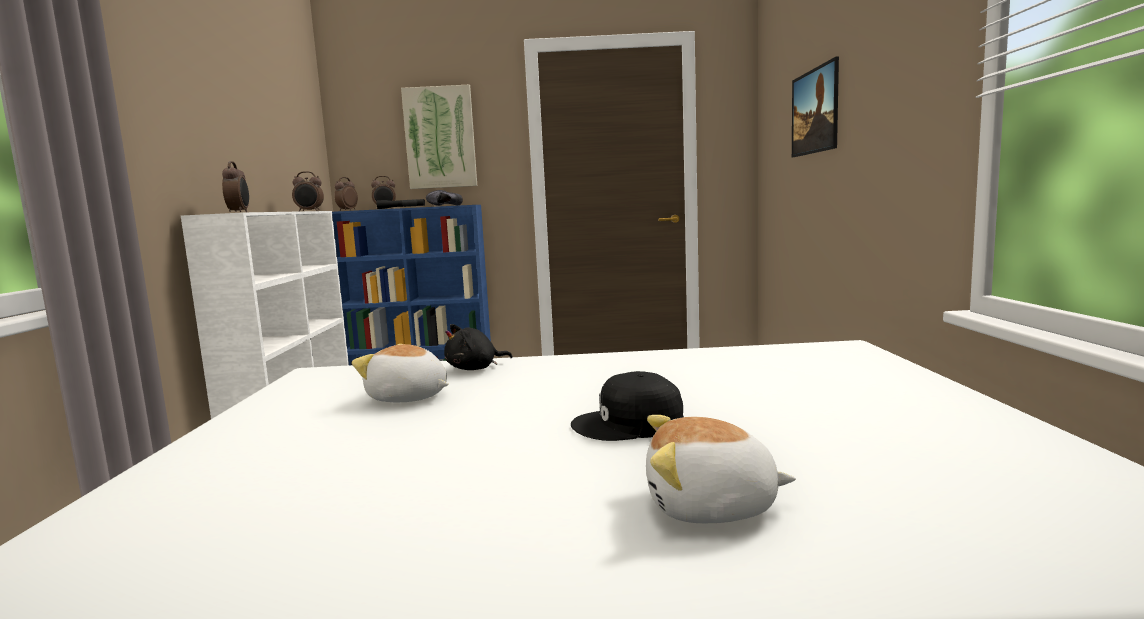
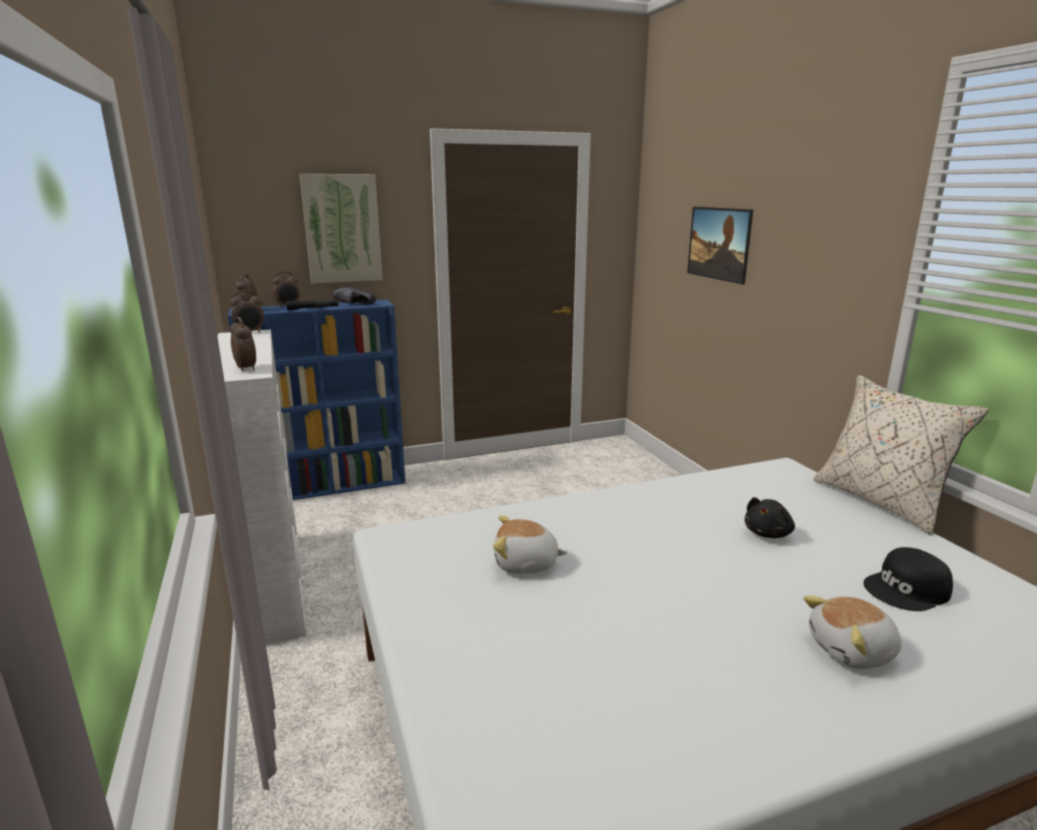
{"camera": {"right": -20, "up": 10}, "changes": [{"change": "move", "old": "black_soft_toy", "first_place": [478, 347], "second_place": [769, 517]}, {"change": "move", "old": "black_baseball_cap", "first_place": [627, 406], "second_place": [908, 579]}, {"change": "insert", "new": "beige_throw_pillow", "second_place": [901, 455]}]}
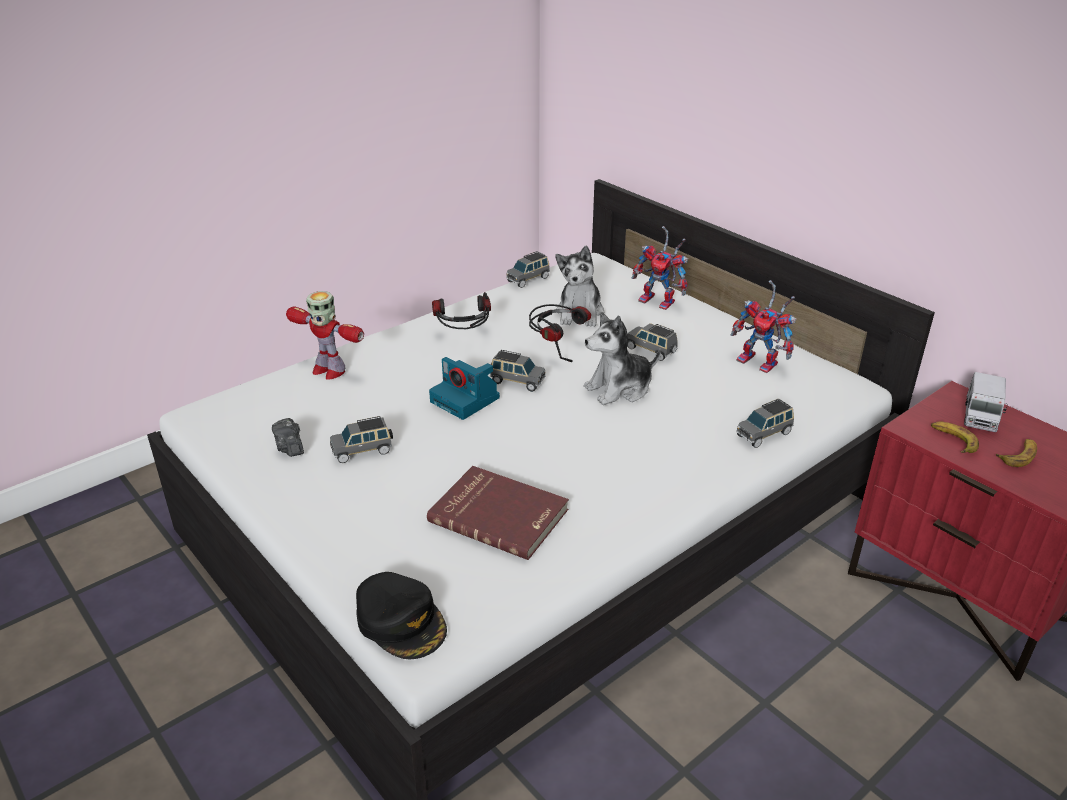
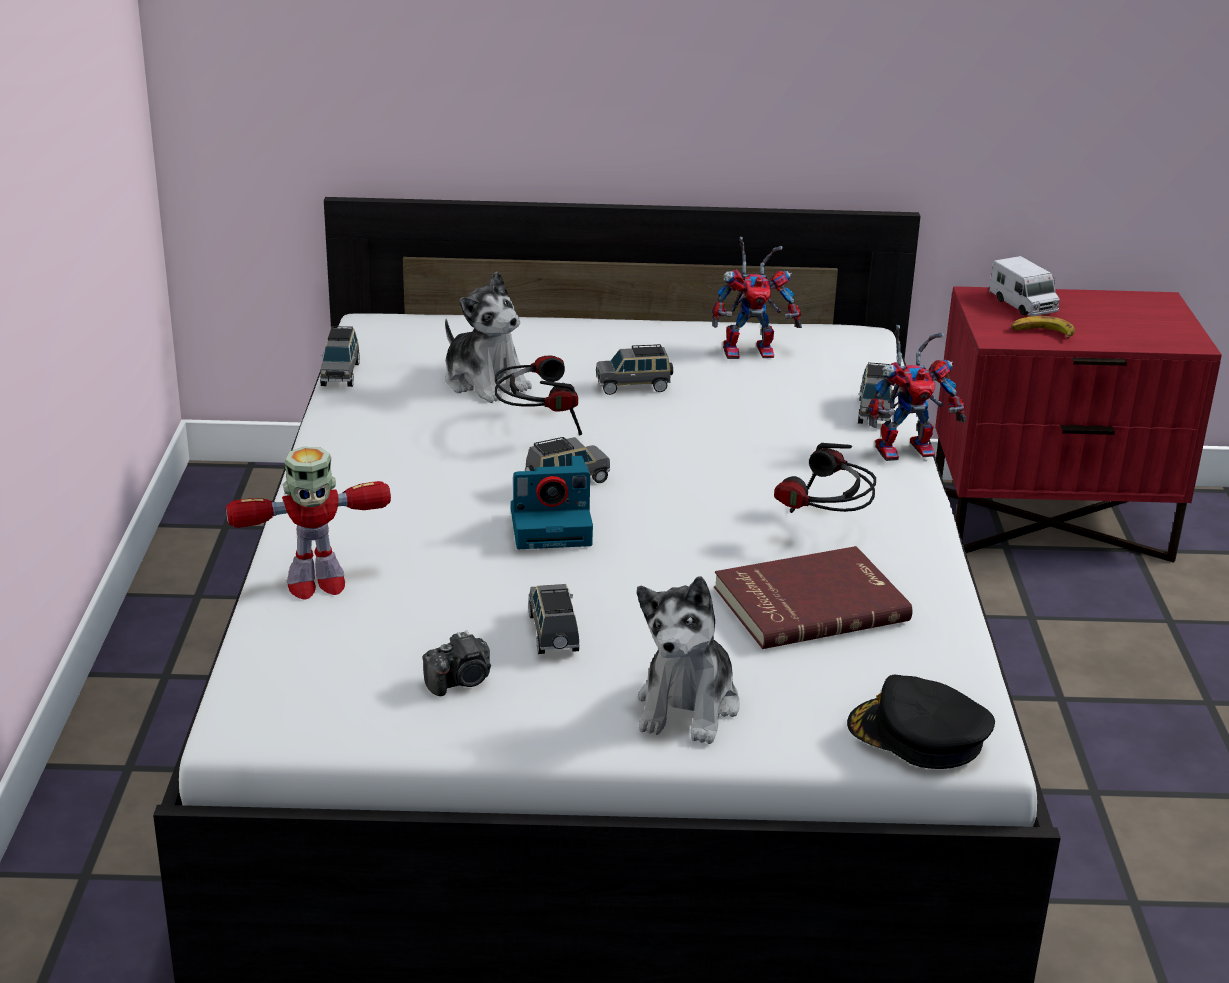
{"camera": {"right": -50, "up": -5}, "changes": [{"change": "rotate", "old": "photo_camera", "first_place": [288, 437], "second_place": [457, 663], "degrees": -45}, {"change": "rotate", "old": "greyish_toy_car", "first_place": [361, 439], "second_place": [553, 619], "degrees": 150}, {"change": "rotate", "old": "black_baseball_cap", "first_place": [401, 615], "second_place": [921, 722], "degrees": -150}, {"change": "move", "old": "headphones", "first_place": [461, 310], "second_place": [825, 478]}, {"change": "move", "old": "soft_toy", "first_place": [622, 358], "second_place": [688, 660]}, {"change": "move", "old": "robot_figure", "first_place": [660, 268], "second_place": [917, 393]}, {"change": "delete", "old": "banana_fruit", "first_place": [1016, 453]}]}
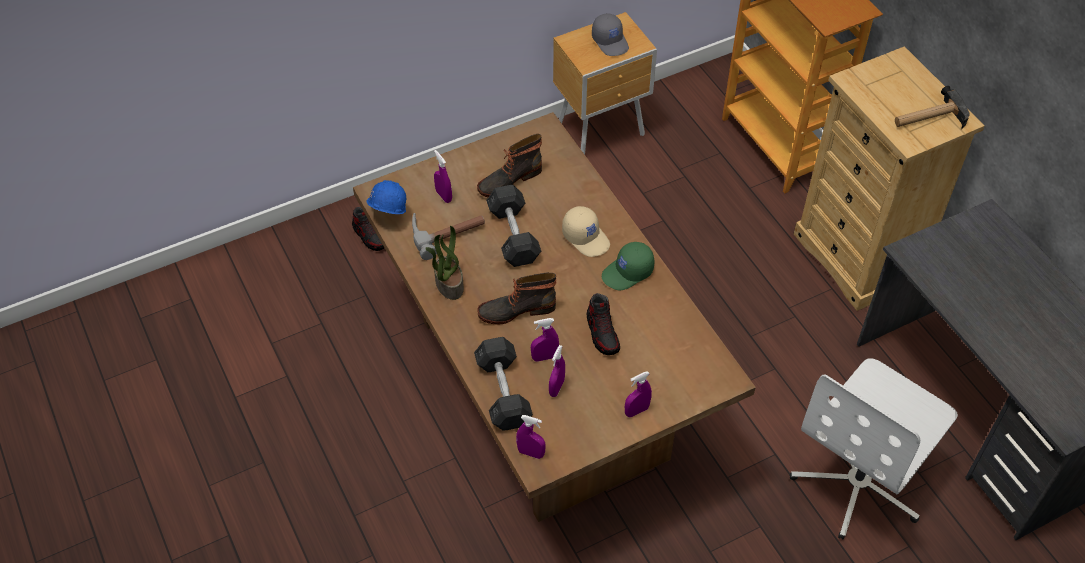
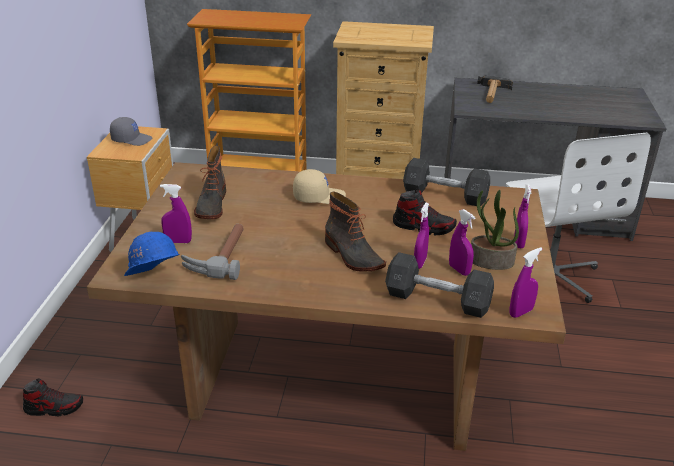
{"camera": {"right": -55, "up": -20}, "changes": [{"change": "move", "old": "houseplant", "first_place": [444, 263], "second_place": [495, 230]}, {"change": "rotate", "old": "boot", "first_place": [517, 298], "second_place": [355, 232], "degrees": -60}, {"change": "move", "old": "greyish_hand_weight", "first_place": [513, 225], "second_place": [446, 182]}, {"change": "delete", "old": "greenish_baseball_cap", "first_place": [628, 266]}, {"change": "move", "old": "hammer", "first_place": [932, 107], "second_place": [495, 89]}]}
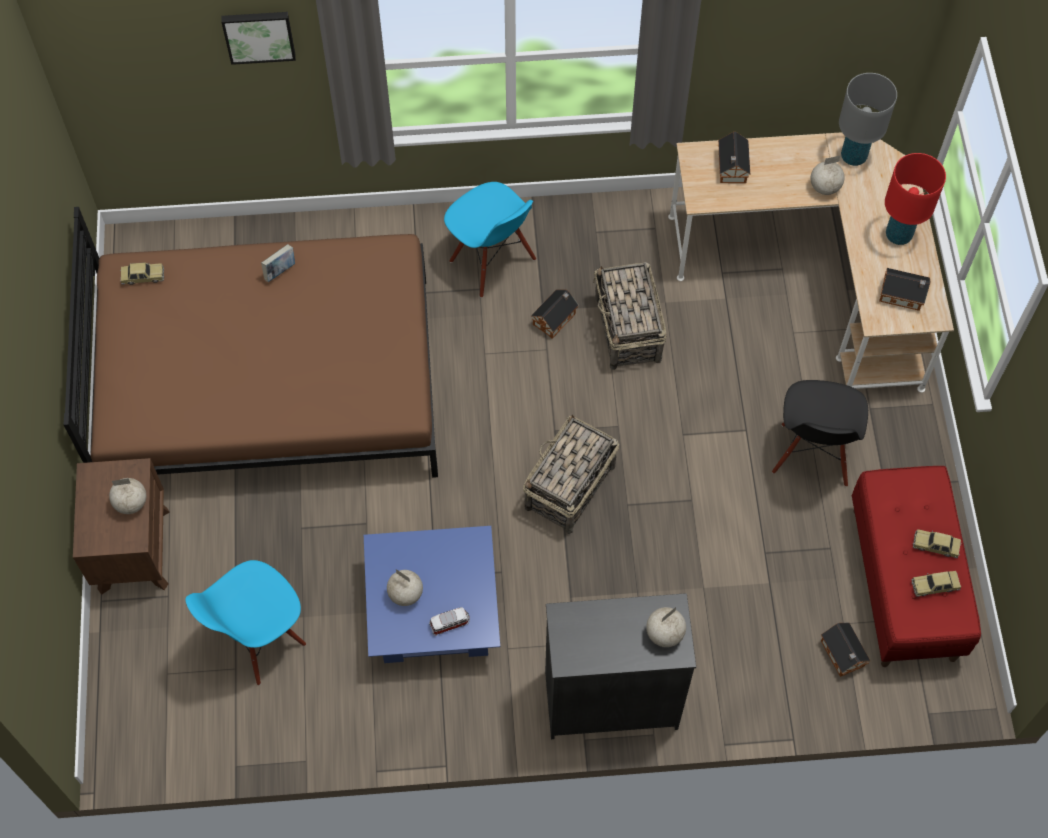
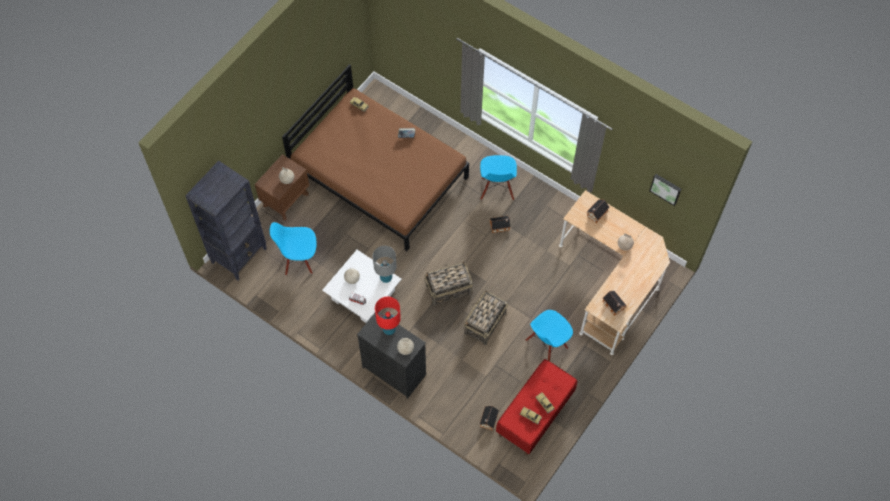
{"camera": {"right": 40, "up": 0}, "changes": [{"change": "move", "old": "picture", "first_place": [258, 38], "second_place": [665, 190]}, {"change": "recolor", "old": "bluish_coffee_table", "new": "white-coloured_coffee_table", "first_place": [432, 594], "second_place": [361, 286]}, {"change": "move", "old": "storage_basket", "first_place": [630, 316], "second_place": [486, 317]}, {"change": "recolor", "old": "black_upright_chair", "new": "bluish_upright_chair", "first_place": [820, 433], "second_place": [549, 335]}, {"change": "move", "old": "greyish_lamp_for_a_table", "first_place": [868, 119], "second_place": [385, 264]}, {"change": "move", "old": "reddish_lamp_for_a_table", "first_place": [915, 199], "second_place": [388, 316]}, {"change": "insert", "new": "black_shelving_unit", "second_place": [226, 221]}]}
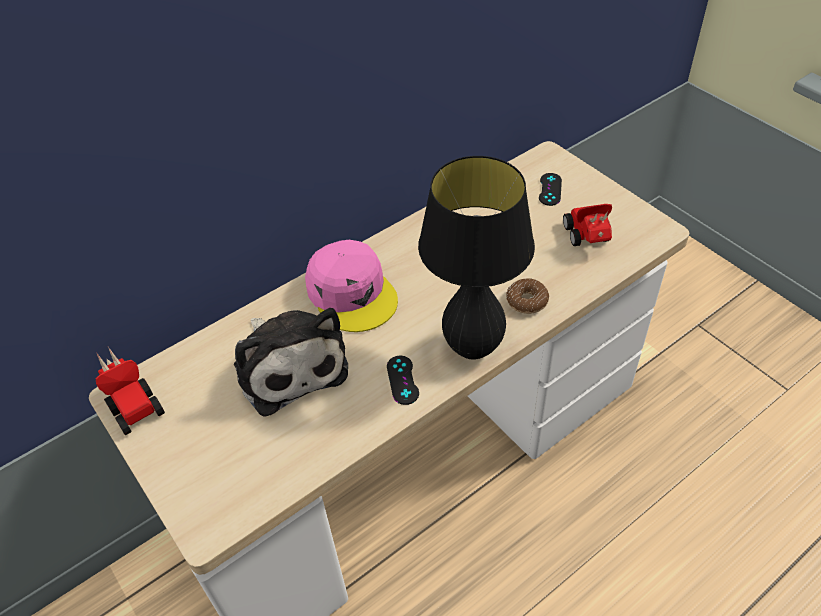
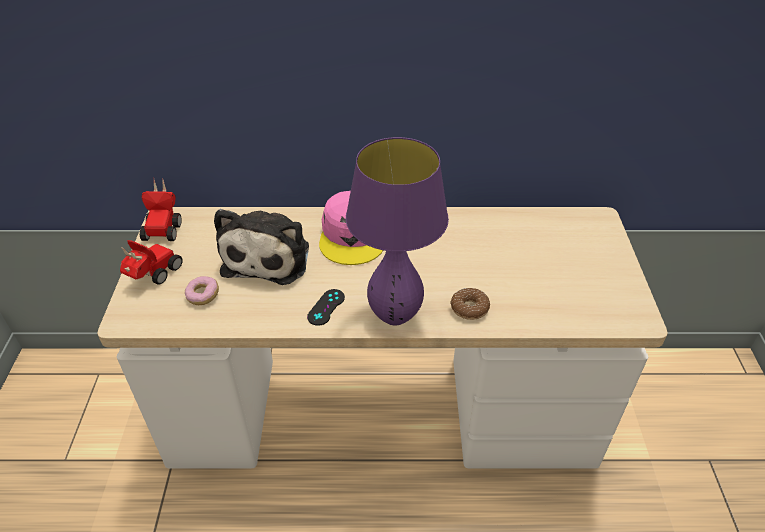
{"camera": {"right": 35, "up": -5}, "changes": [{"change": "recolor", "old": "black_lamp_for_a_table", "new": "purple-coloured_lamp_for_a_table", "first_place": [476, 258], "second_place": [397, 231]}, {"change": "delete", "old": "black_gamepad", "first_place": [550, 189]}, {"change": "move", "old": "toy_car", "first_place": [587, 225], "second_place": [151, 262]}, {"change": "insert", "new": "donut", "second_place": [202, 290]}]}
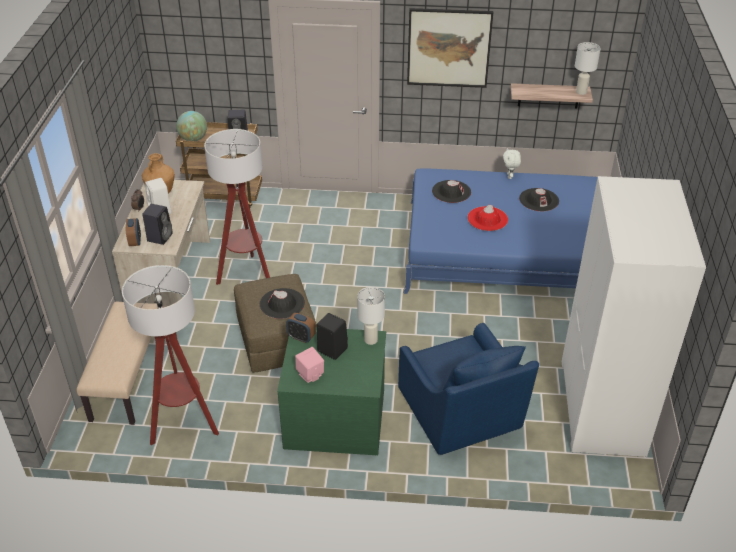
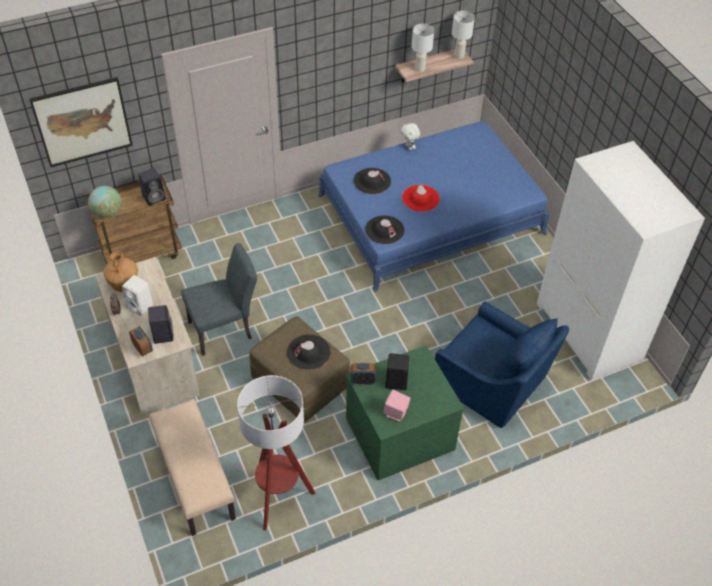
{"camera": {"right": -30, "up": 10}, "changes": [{"change": "replace", "old": "floor_lamp", "new": "greyish_upright_chair", "first_place": [237, 207], "second_place": [219, 299]}, {"change": "move", "old": "white-coloured_lamp_for_a_table", "first_place": [371, 316], "second_place": [423, 48]}, {"change": "move", "old": "picture", "first_place": [450, 48], "second_place": [81, 122]}, {"change": "move", "old": "black_hat", "first_place": [539, 199], "second_place": [384, 229]}]}
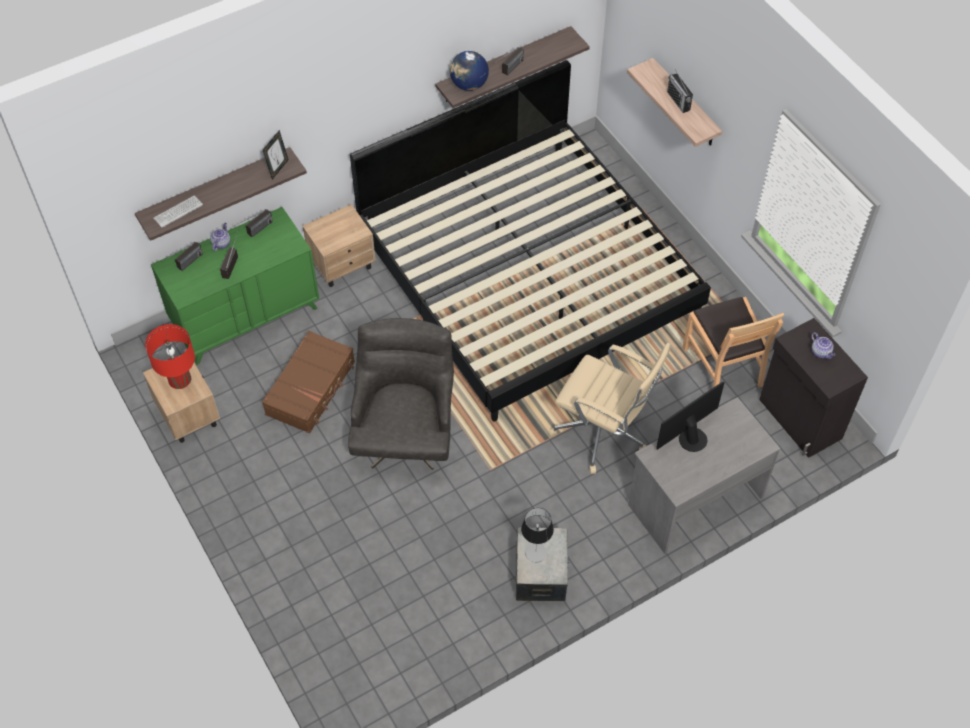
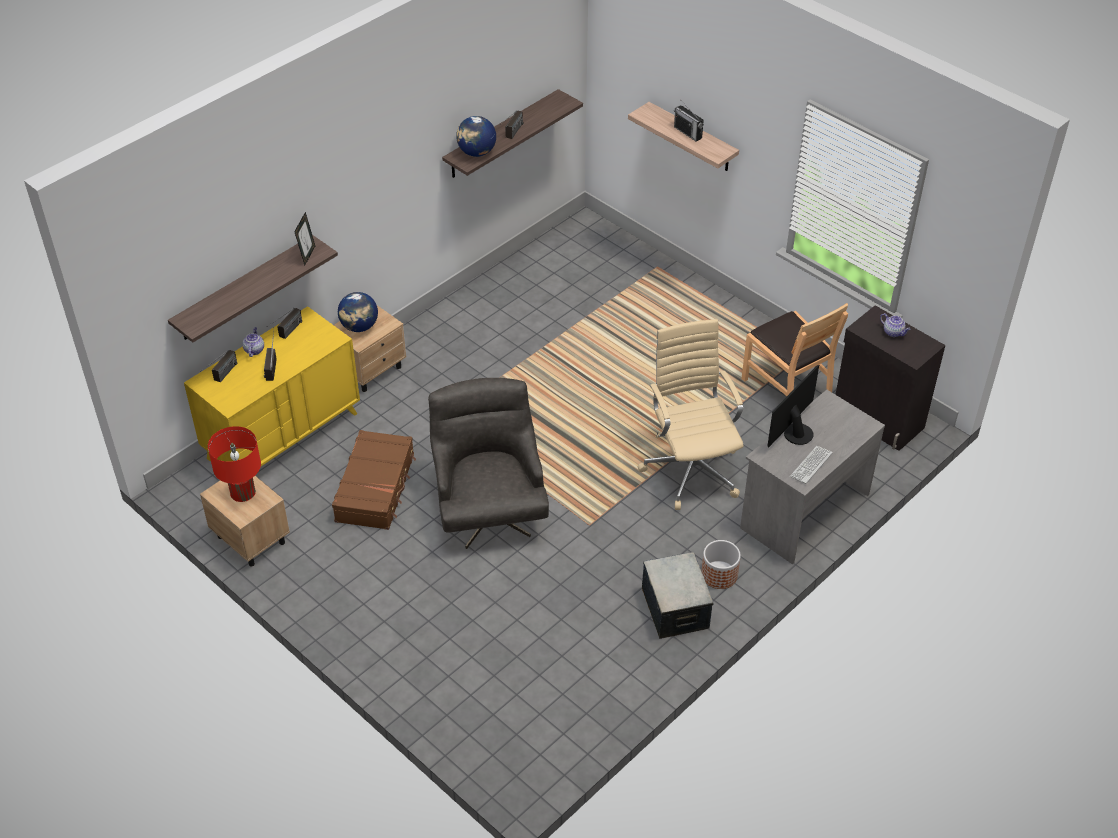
{"camera": {"right": -15, "up": -10}, "changes": [{"change": "recolor", "old": "greenish_drawer_chest", "new": "yellow-coloured_drawer_chest", "first_place": [235, 286], "second_place": [272, 386]}, {"change": "move", "old": "PC_keyboard", "first_place": [178, 211], "second_place": [811, 465]}, {"change": "delete", "old": "bed", "first_place": [530, 240]}, {"change": "delete", "old": "lamp_for_a_table", "first_place": [537, 535]}, {"change": "rotate", "old": "beige_desk_chair", "first_place": [609, 408], "second_place": [690, 414], "degrees": -120}, {"change": "insert", "new": "desk_globe", "second_place": [358, 312]}, {"change": "insert", "new": "plant_pot", "second_place": [721, 564]}]}
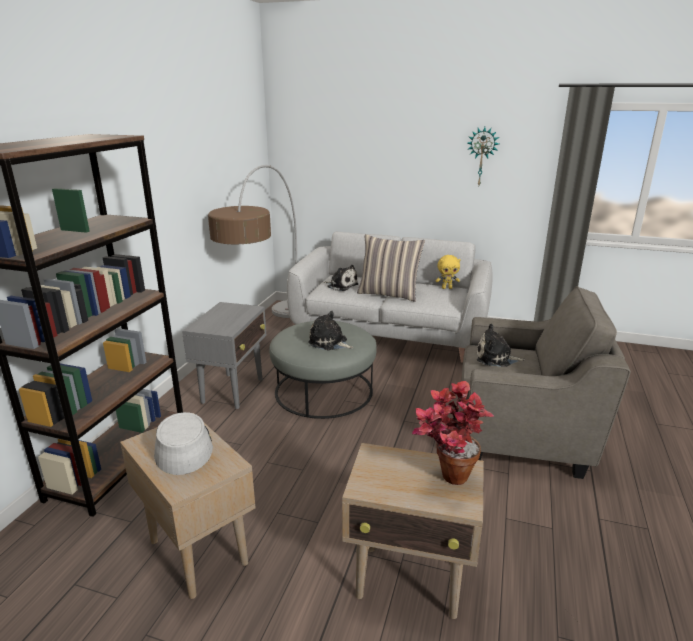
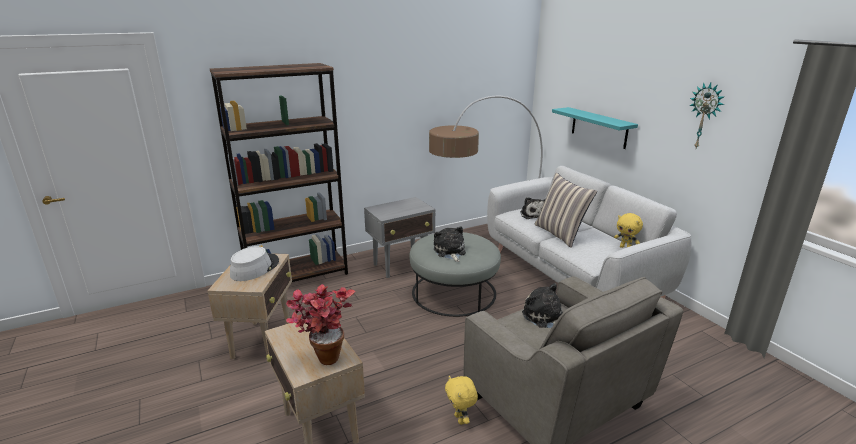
{"camera": {"right": 45, "up": 0}, "changes": [{"change": "insert", "new": "yellow-coloured_soft_toy", "second_place": [461, 400]}, {"change": "insert", "new": "turquoise_shelf", "second_place": [595, 128]}]}
